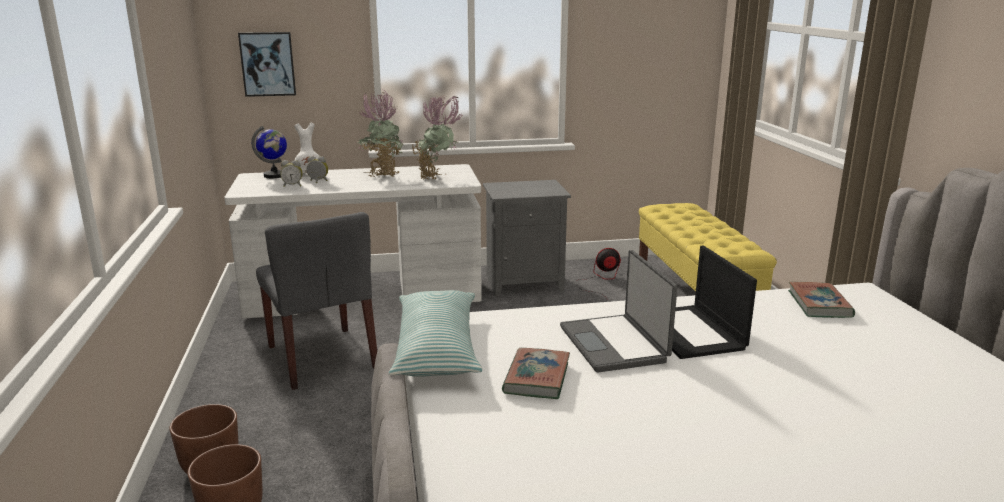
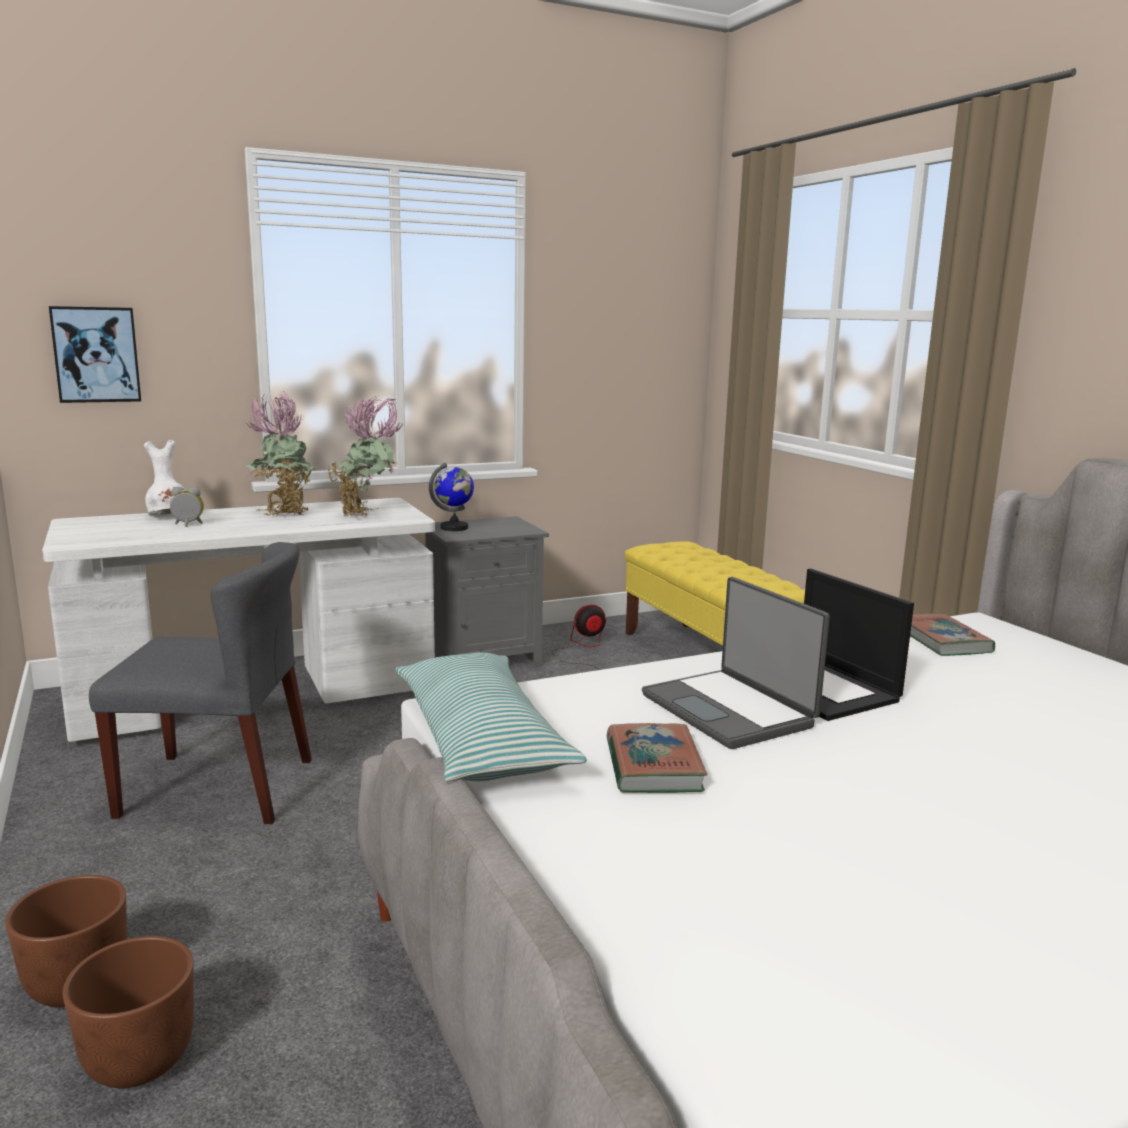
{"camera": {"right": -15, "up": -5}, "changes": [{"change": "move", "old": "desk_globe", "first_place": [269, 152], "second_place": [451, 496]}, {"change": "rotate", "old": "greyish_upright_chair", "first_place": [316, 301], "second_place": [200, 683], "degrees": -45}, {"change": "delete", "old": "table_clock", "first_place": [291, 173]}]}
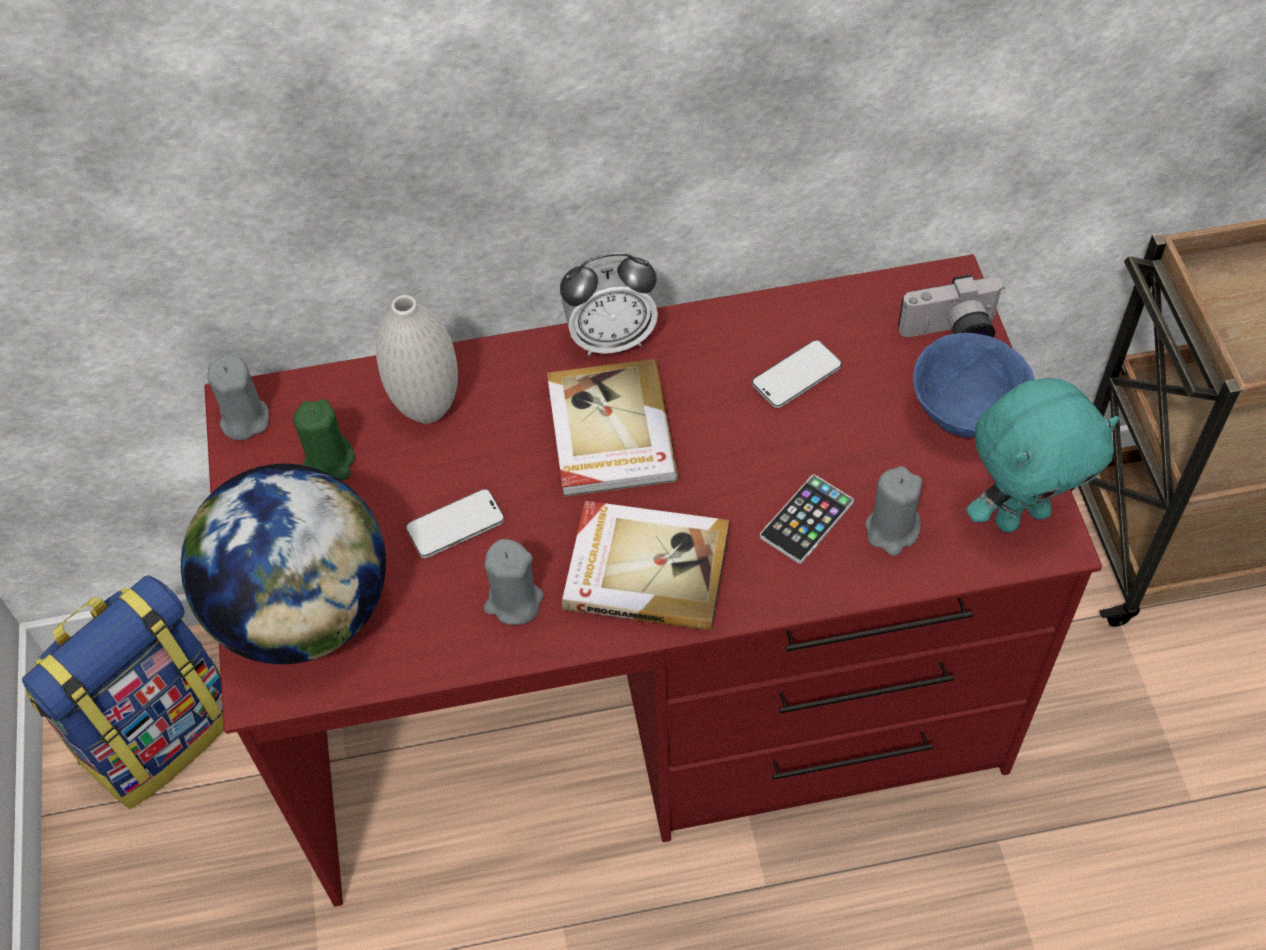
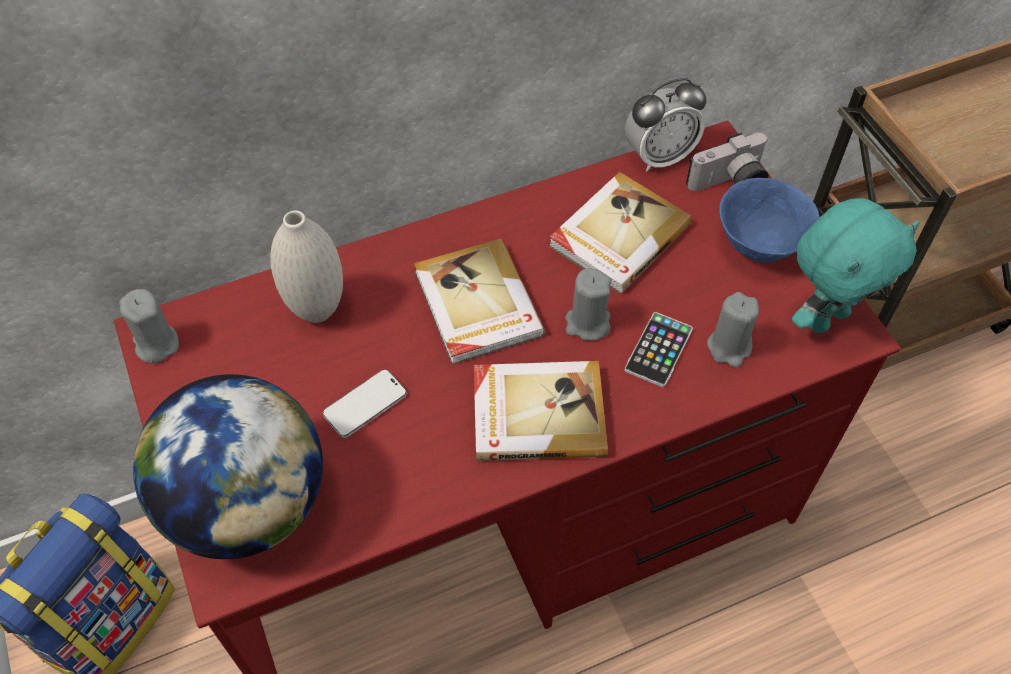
{"camera": {"right": -15, "up": 0}, "changes": [{"change": "delete", "old": "greenish_candle", "first_place": [324, 439]}, {"change": "move", "old": "greyish_candle", "first_place": [513, 582], "second_place": [588, 304]}, {"change": "move", "old": "table_clock", "first_place": [609, 304], "second_place": [666, 125]}, {"change": "replace", "old": "telephone", "new": "volume", "first_place": [797, 374], "second_place": [620, 232]}]}
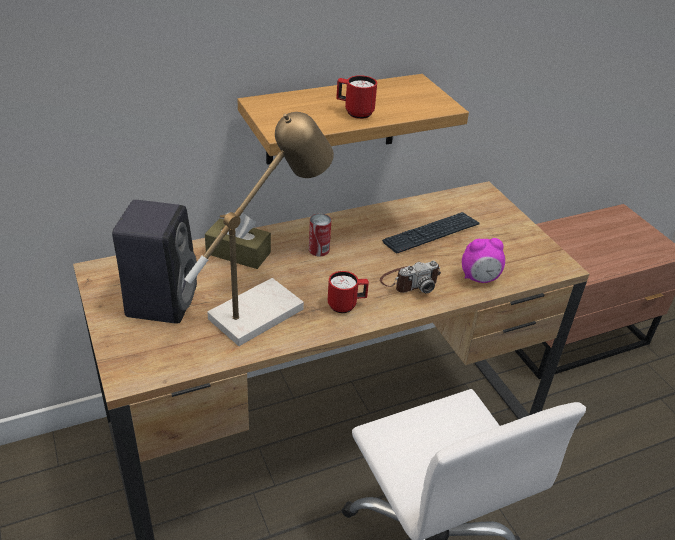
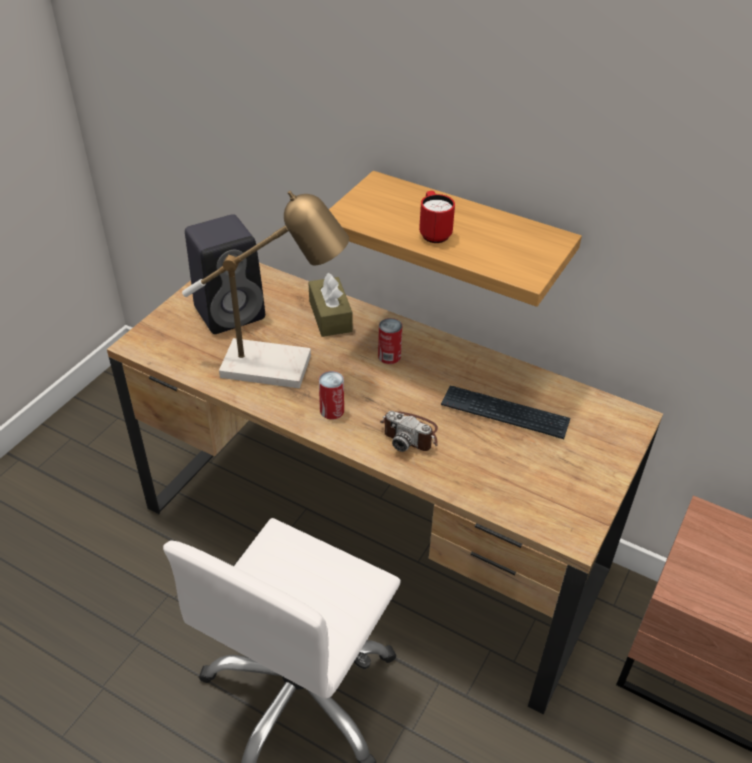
{"camera": {"right": 55, "up": 5}, "changes": [{"change": "replace", "old": "reddish_tea_mug", "new": "can", "first_place": [348, 292], "second_place": [331, 395]}, {"change": "delete", "old": "table_clock", "first_place": [483, 260]}]}
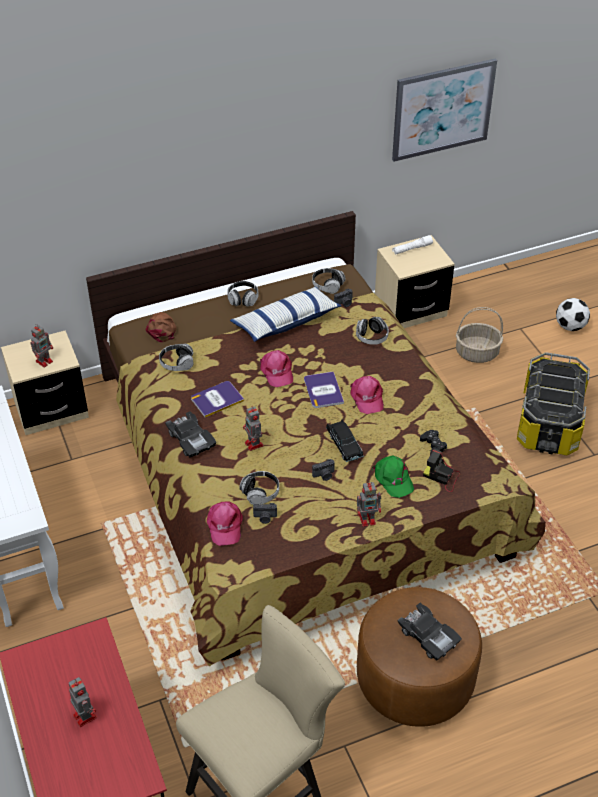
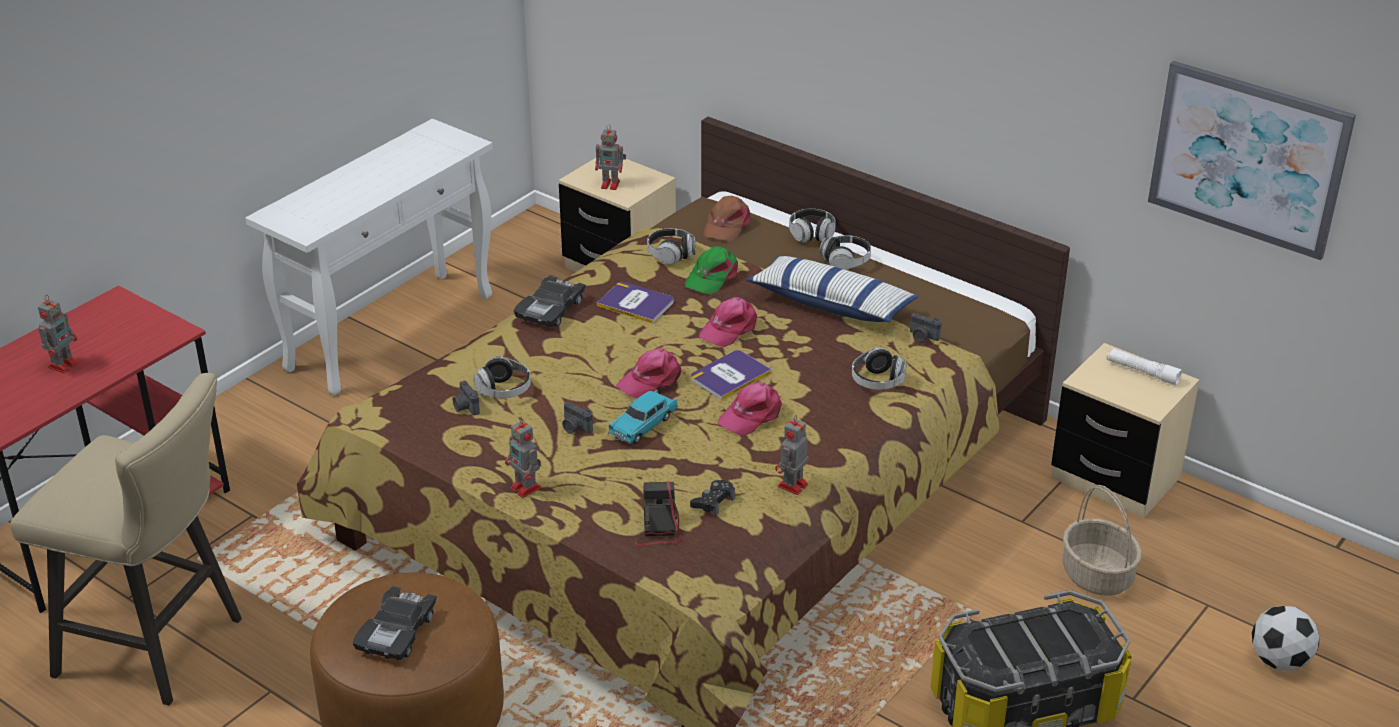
{"camera": {"right": 60, "up": -10}, "changes": [{"change": "rotate", "old": "brown-coloured_baseball_cap", "first_place": [161, 327], "second_place": [727, 218], "degrees": 150}, {"change": "move", "old": "pink-coloured_baseball_cap", "first_place": [225, 524], "second_place": [648, 373]}, {"change": "move", "old": "robot_figure", "first_place": [253, 428], "second_place": [792, 455]}, {"change": "move", "old": "headphones", "first_place": [329, 281], "second_place": [812, 225]}, {"change": "recolor", "old": "black_toy_car", "new": "turquoise_toy_car", "first_place": [344, 440], "second_place": [643, 417]}, {"change": "move", "old": "greenish_baseball_cap", "first_place": [393, 477], "second_place": [711, 270]}]}
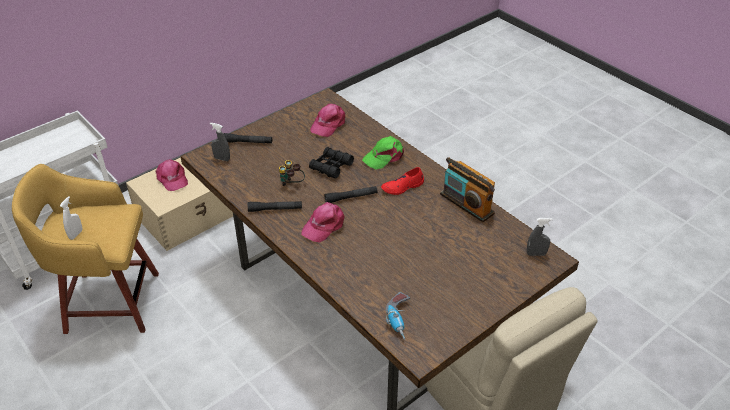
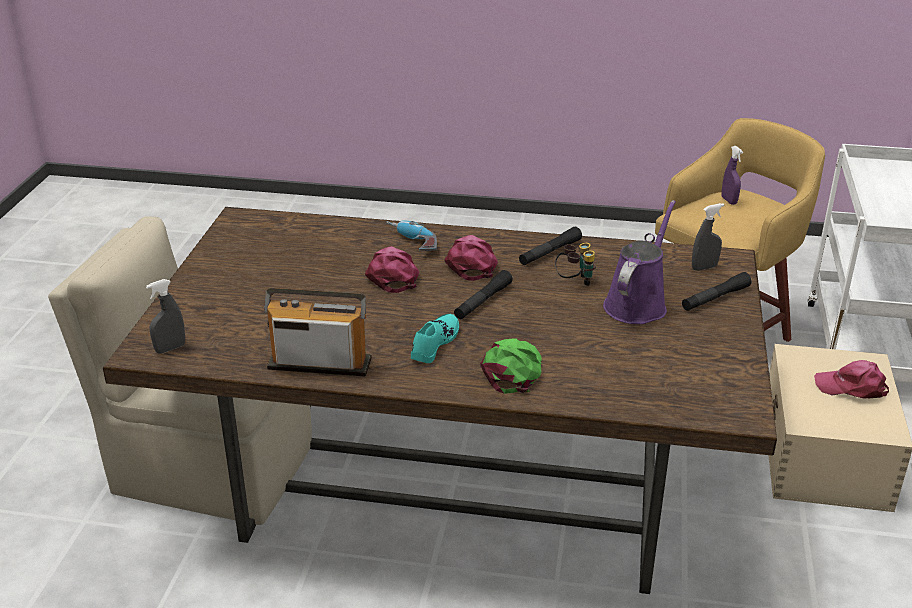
{"camera": {"right": 140, "up": -10}, "changes": [{"change": "recolor", "old": "white-coloured_sprayer", "new": "purple-coloured_sprayer", "first_place": [71, 218], "second_place": [732, 175]}, {"change": "delete", "old": "black_pair_of_binoculars", "first_place": [331, 162]}, {"change": "move", "old": "pink-coloured_baseball_cap", "first_place": [327, 120], "second_place": [392, 269]}, {"change": "recolor", "old": "reddish_shoe", "new": "turquoise_shoe", "first_place": [402, 181], "second_place": [435, 338]}, {"change": "move", "old": "drill", "first_place": [398, 316], "second_place": [411, 235]}, {"change": "insert", "new": "purple-coloured_watering_pot", "second_place": [639, 262]}]}
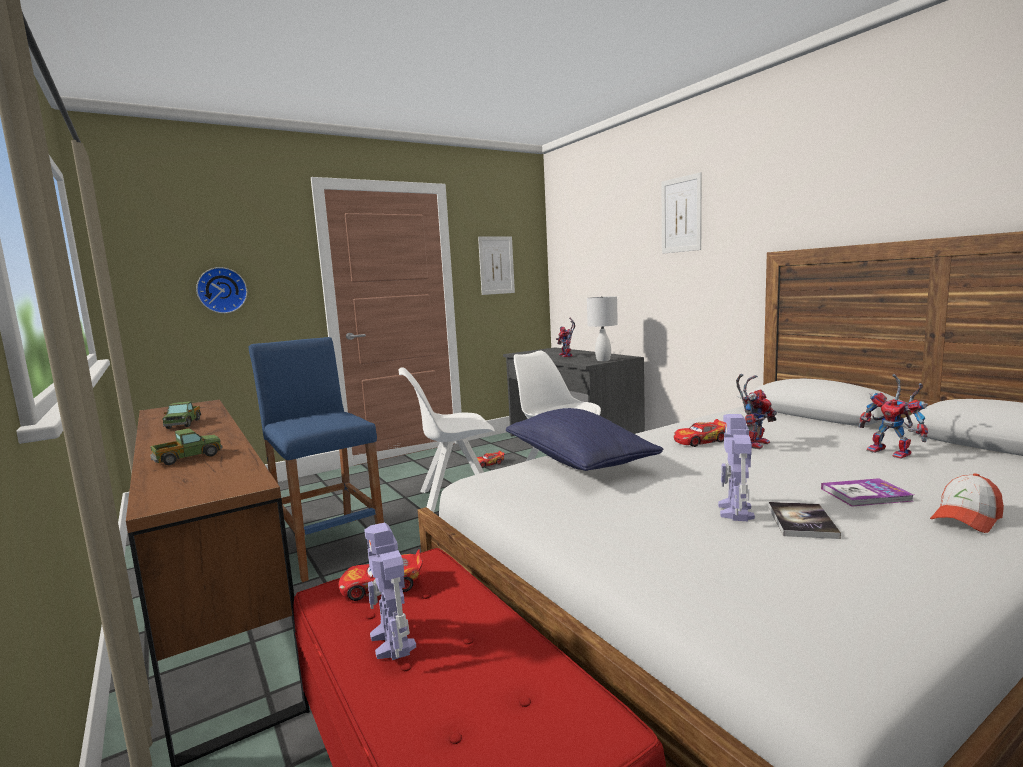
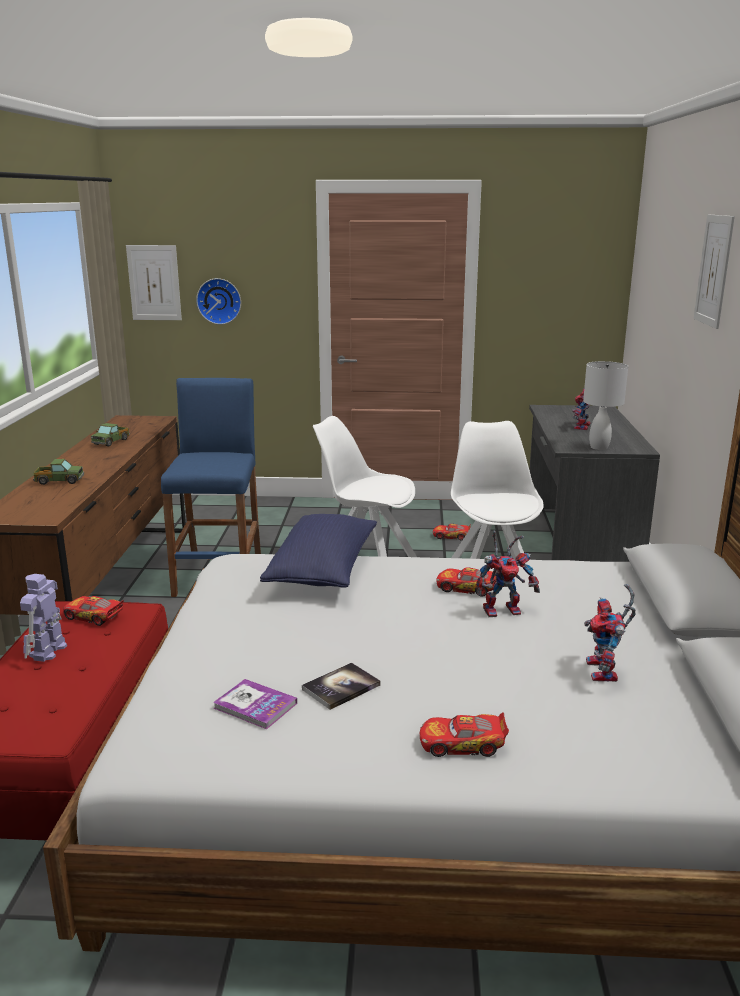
{"camera": {"right": 35, "up": 10}, "changes": [{"change": "move", "old": "picture", "first_place": [496, 265], "second_place": [154, 282]}, {"change": "delete", "old": "robot_figure", "first_place": [736, 467]}, {"change": "move", "old": "volume", "first_place": [867, 492], "second_place": [255, 704]}, {"change": "replace", "old": "baseball_cap", "new": "toy_car", "first_place": [967, 503], "second_place": [464, 734]}]}
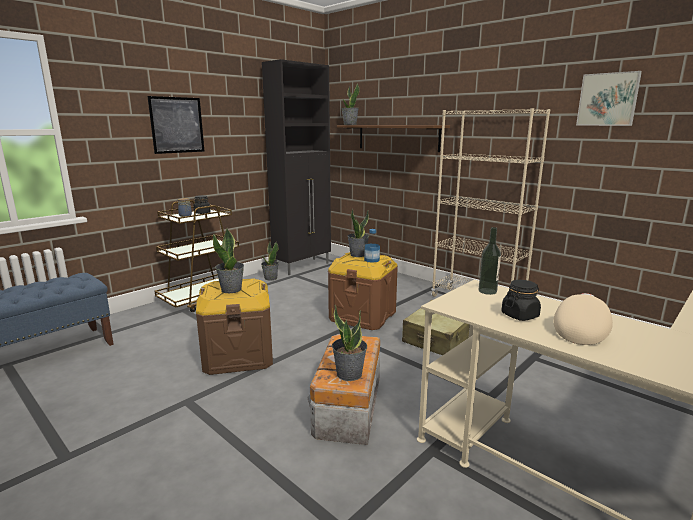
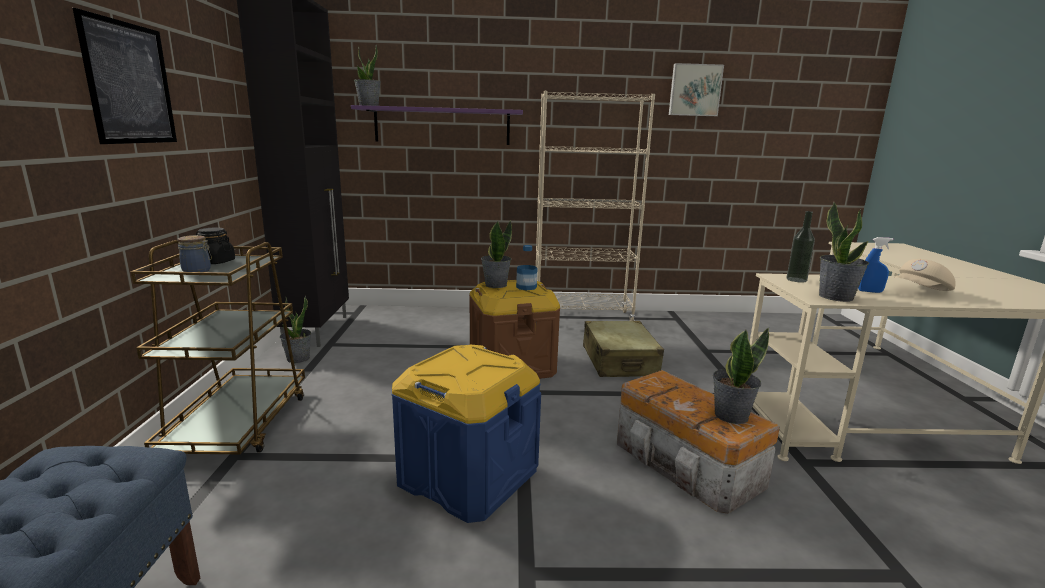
{"camera": {"right": -45, "up": 0}, "changes": [{"change": "recolor", "old": "brown-coloured_storage_container", "new": "bluish_storage_container", "first_place": [234, 326], "second_place": [466, 434]}, {"change": "move", "old": "houseplant", "first_place": [228, 260], "second_place": [844, 252]}, {"change": "recolor", "old": "brown-coloured_shelf", "new": "purple-coloured_shelf", "first_place": [393, 138], "second_place": [437, 125]}, {"change": "replace", "old": "black_jar", "new": "bluish_sprayer", "first_place": [521, 300], "second_place": [875, 265]}, {"change": "rotate", "old": "beige_baseball_cap", "first_place": [583, 319], "second_place": [925, 275], "degrees": -105}]}
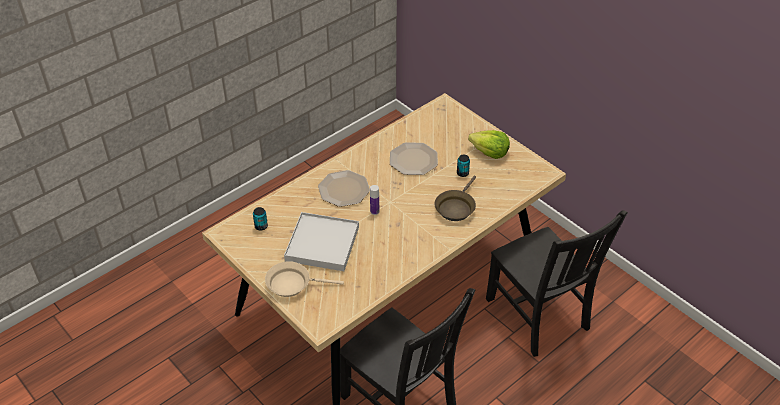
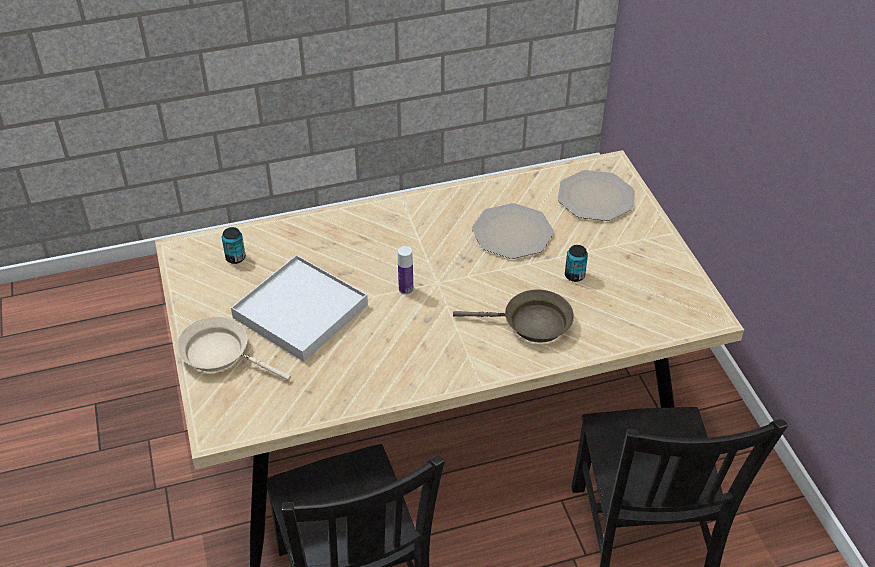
{"camera": {"right": 25, "up": 0}, "changes": [{"change": "move", "old": "dinner_plate", "first_place": [344, 188], "second_place": [596, 195]}, {"change": "rotate", "old": "brown-coloured_frying_pan", "first_place": [455, 198], "second_place": [513, 316], "degrees": -135}, {"change": "delete", "old": "lettuce", "first_place": [489, 144]}]}
